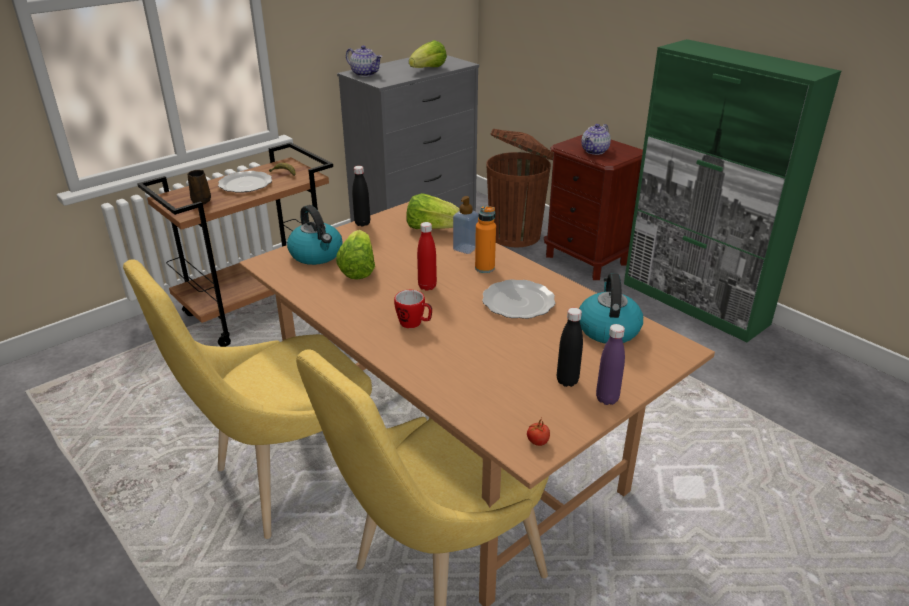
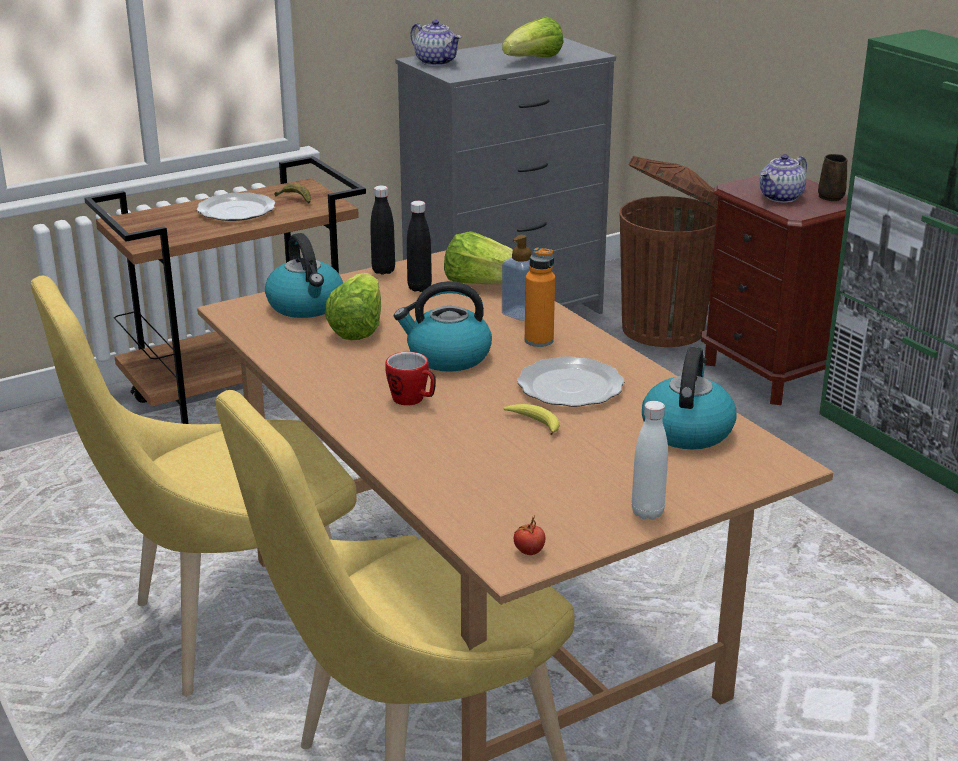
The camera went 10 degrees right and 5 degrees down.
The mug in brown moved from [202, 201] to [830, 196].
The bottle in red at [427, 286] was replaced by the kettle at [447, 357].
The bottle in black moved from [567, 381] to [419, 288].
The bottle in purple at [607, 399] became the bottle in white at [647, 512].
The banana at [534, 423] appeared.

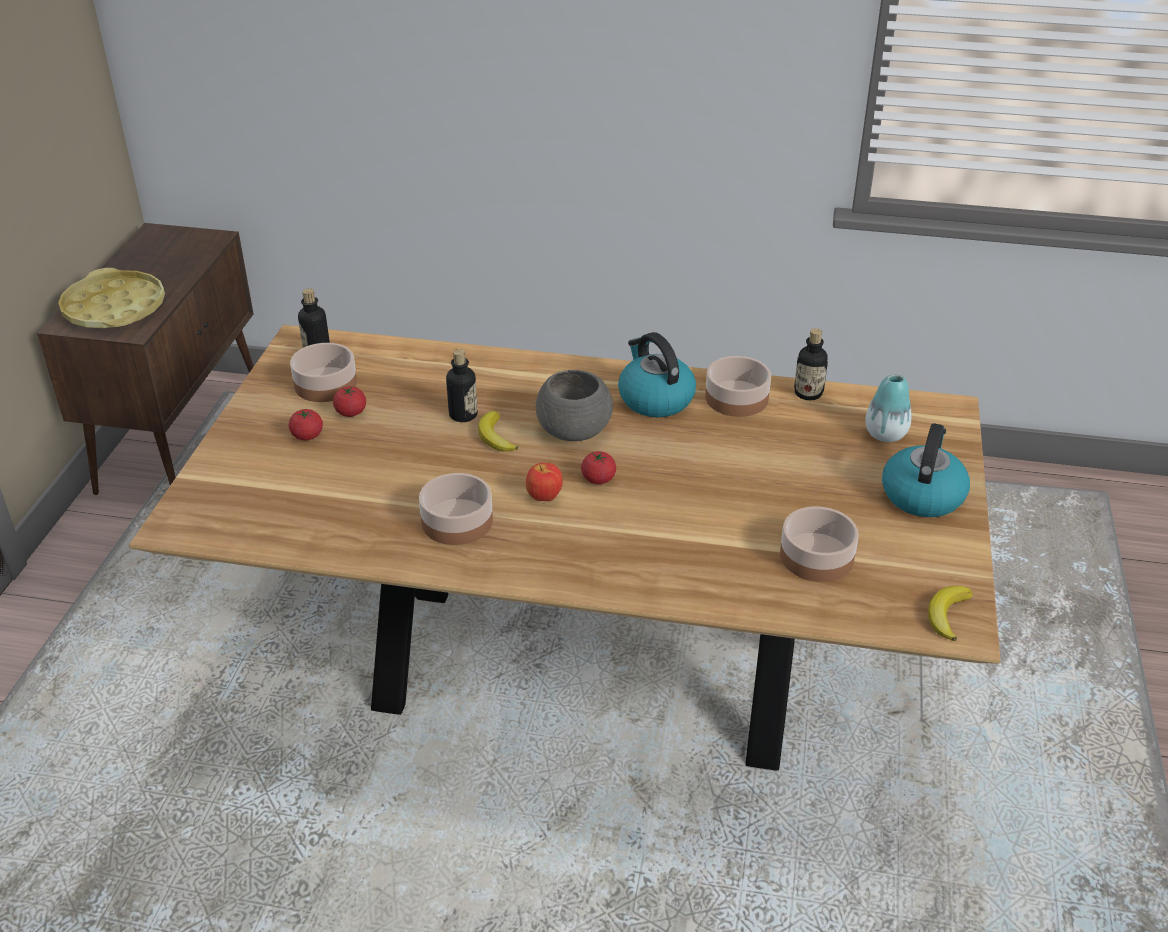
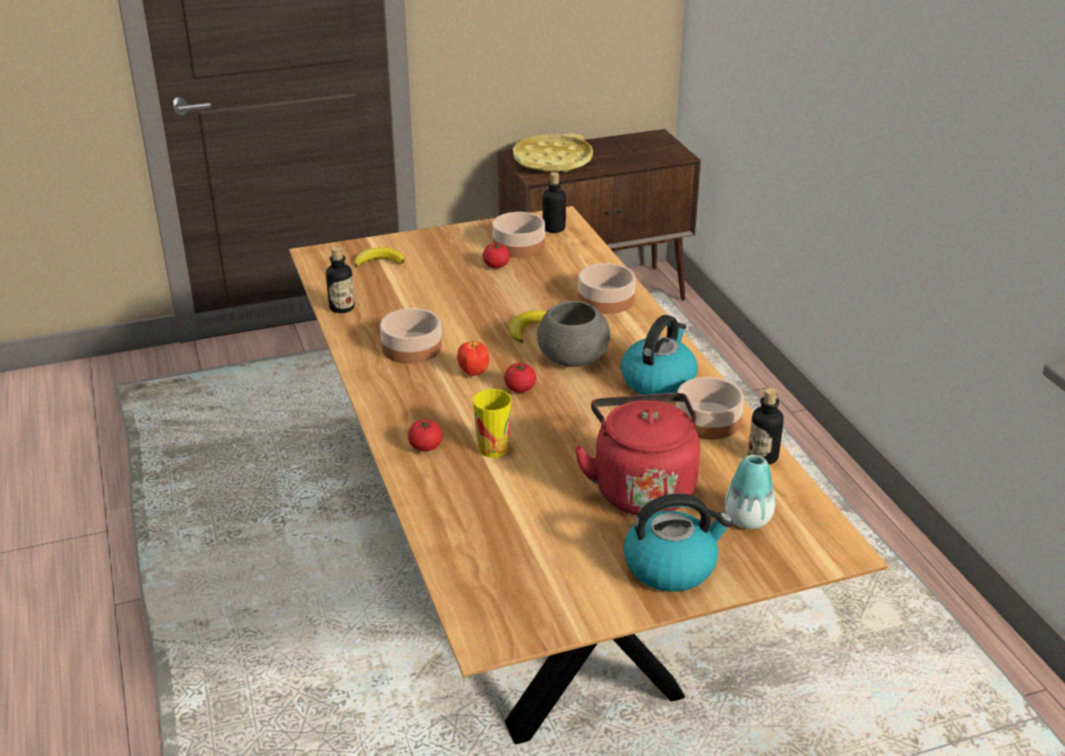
The camera went 60 degrees right and 5 degrees down.
The bottle moved from [463, 415] to [342, 307].
The tomato moved from [307, 436] to [425, 447].
The bowl moved from [816, 557] to [605, 300].
The banana moved from [947, 614] to [379, 261].
The cup at [493, 448] appeared.
The kettle in red at [641, 488] appeared.

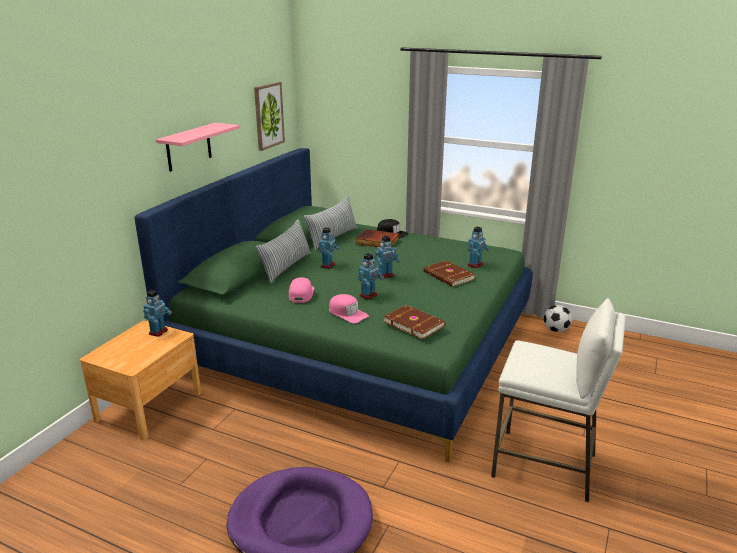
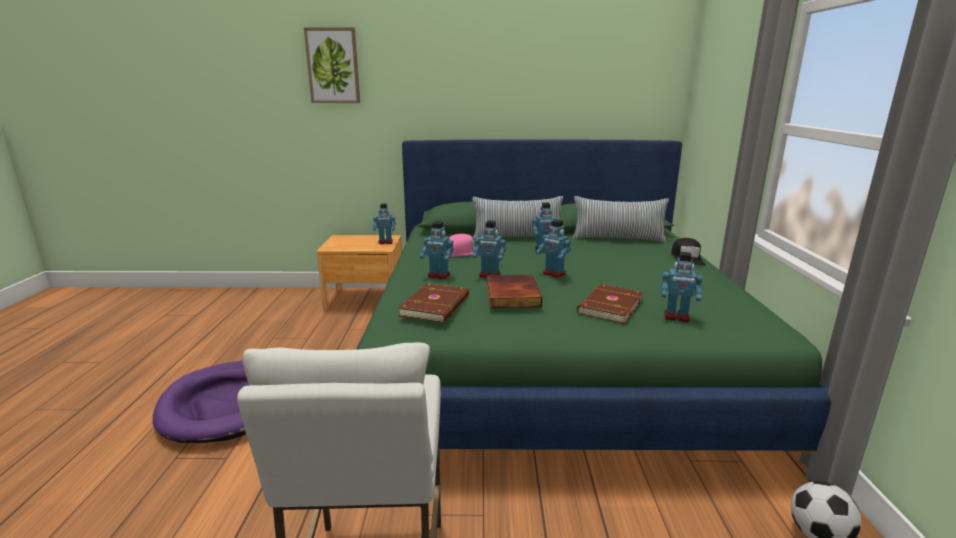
The camera went 65 degrees right and 5 degrees down.
The picture moved from [268, 115] to [333, 66].
The shelf in pink at [188, 147] disappeared.
The book moved from [376, 241] to [511, 295].
The cap in pink at [347, 313] was replaced by the toy robot at [438, 275].

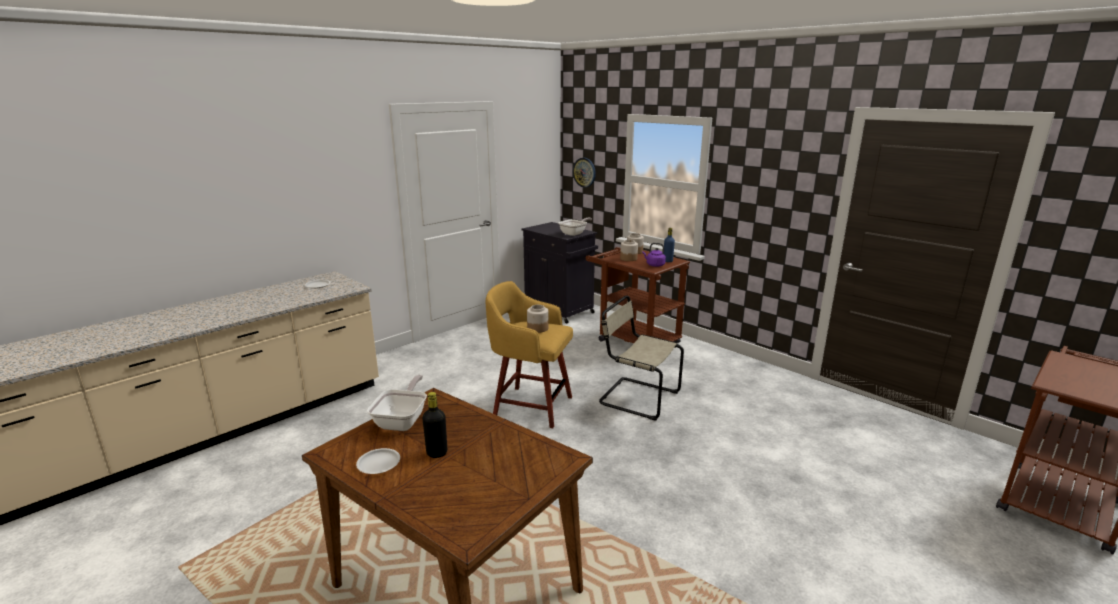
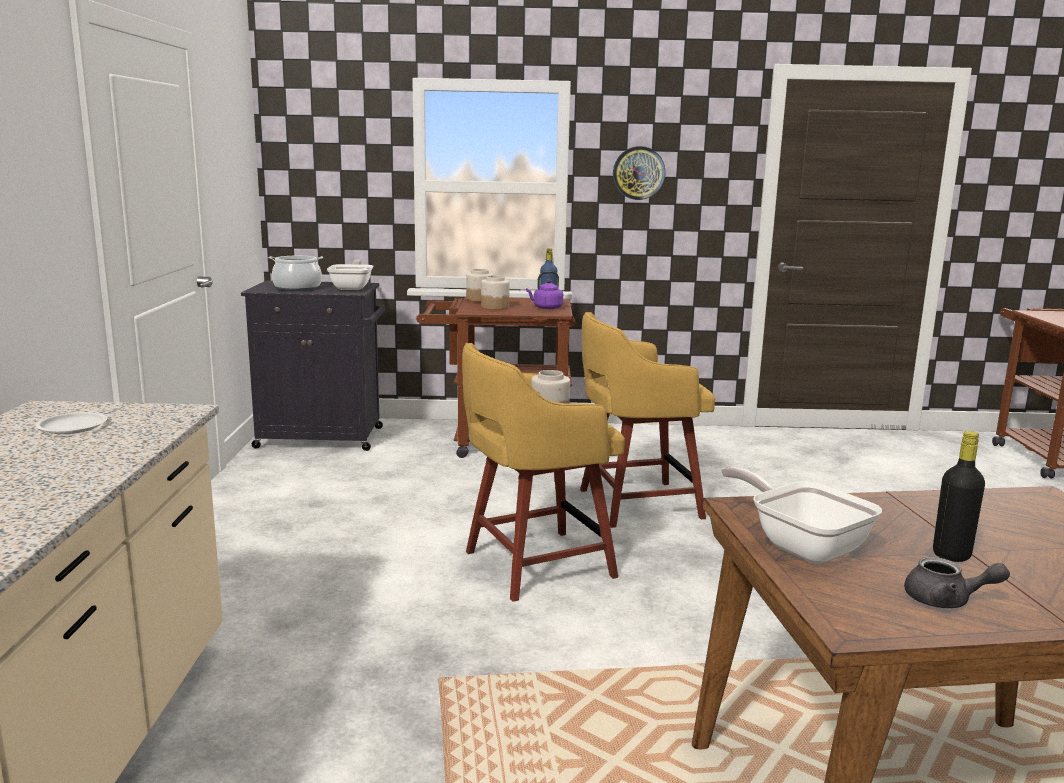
The camera went 45 degrees left and 5 degrees down.
The wall clock moved from [584, 172] to [638, 173].
The chair in beige at [636, 397] was replaced by the stool in yellow at [635, 504].
The plate in white at [379, 464] was replaced by the teapot in grey at [946, 601].
The cooking pot at [297, 288] appeared.

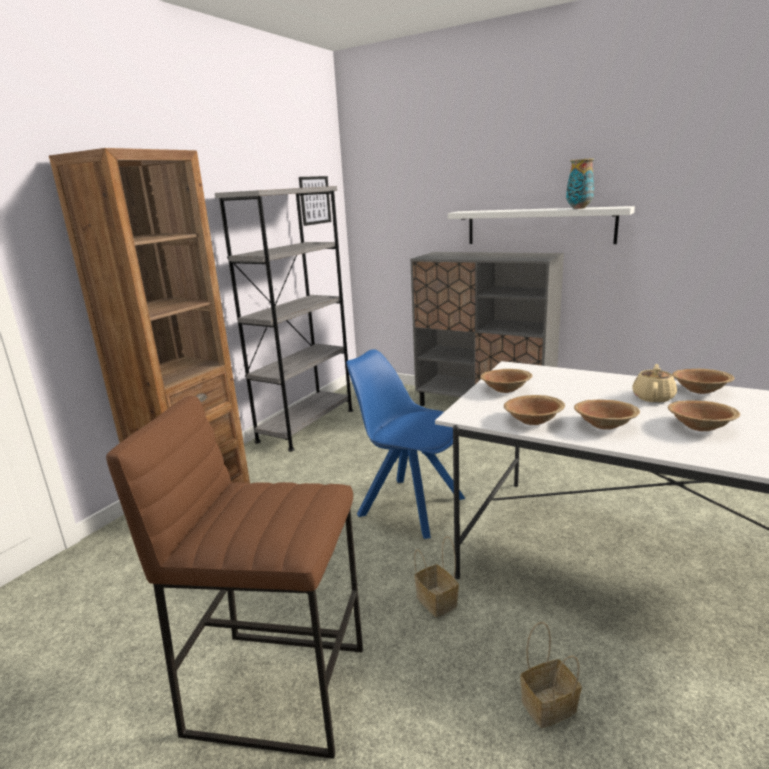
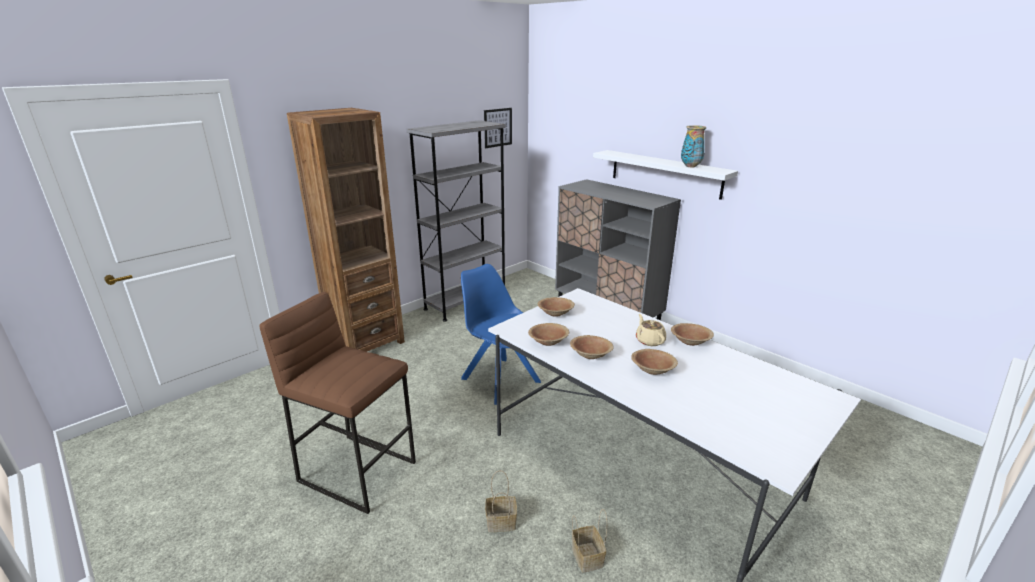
The camera went 15 degrees right and 5 degrees up.
The teapot in beige at [653, 397] turned 60 degrees counterclockwise.
The basket moved from [435, 601] to [586, 556].

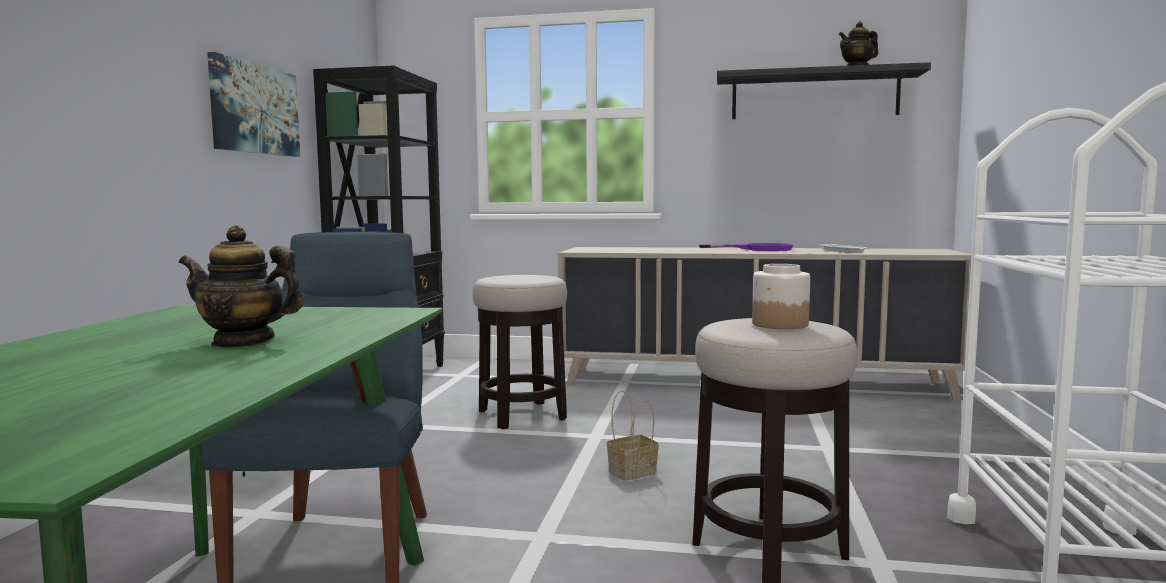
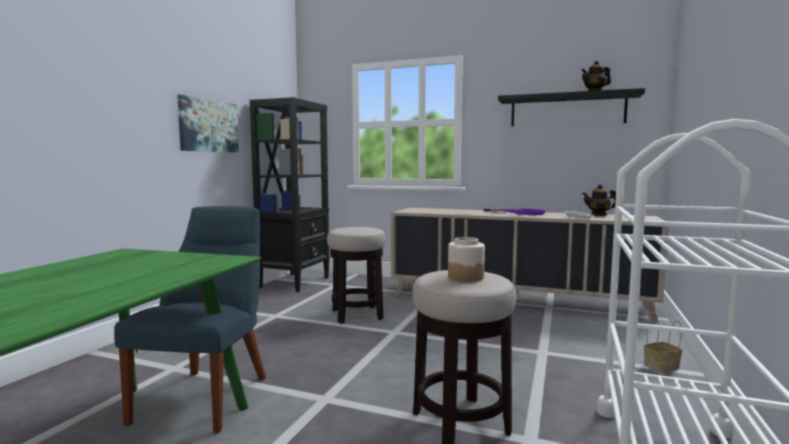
The camera went 10 degrees right and 0 degrees up.
The teapot moved from [243, 342] to [598, 215].
The basket moved from [633, 471] to [661, 366].

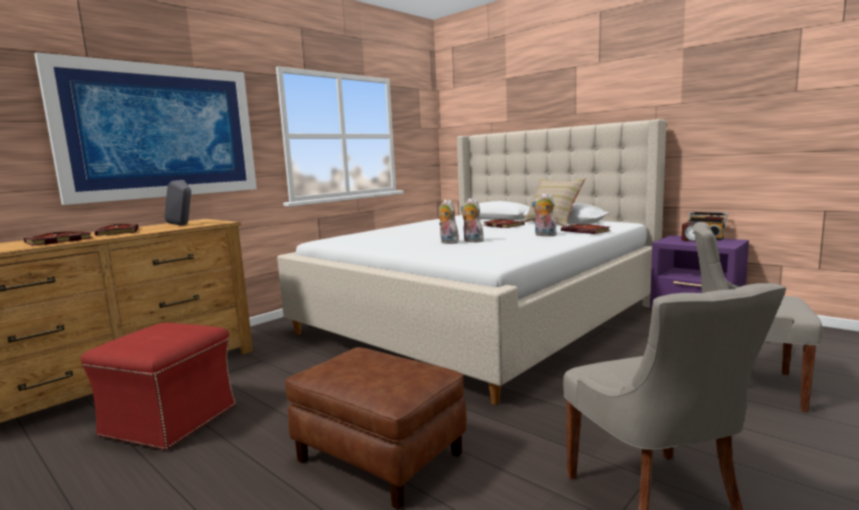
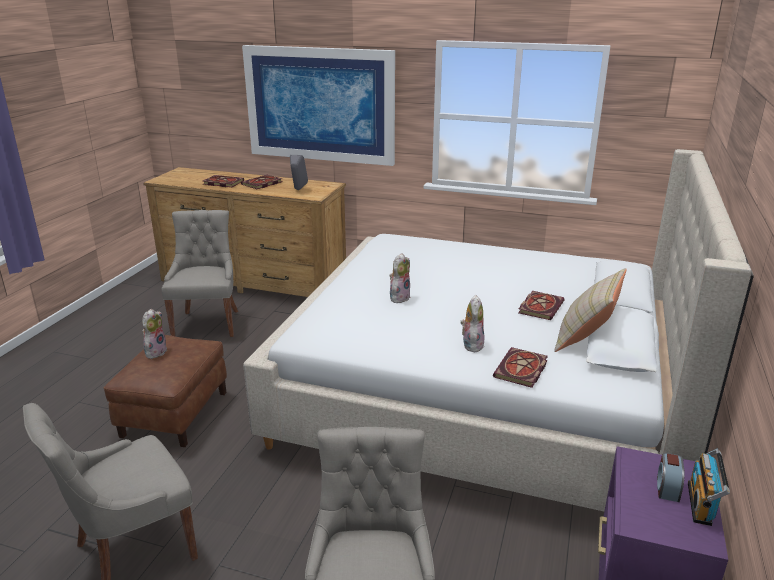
The camera went 65 degrees right and 15 degrees up.
The plush toy moved from [471, 241] to [155, 352].
The ottoman in red at [171, 420] was replaced by the chair in grey at [207, 323].

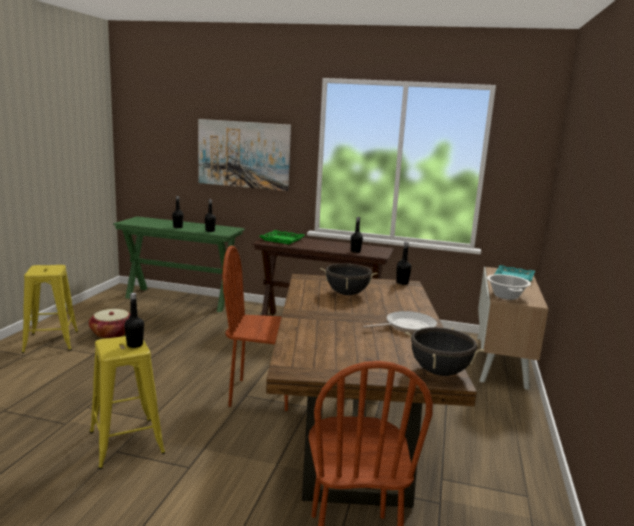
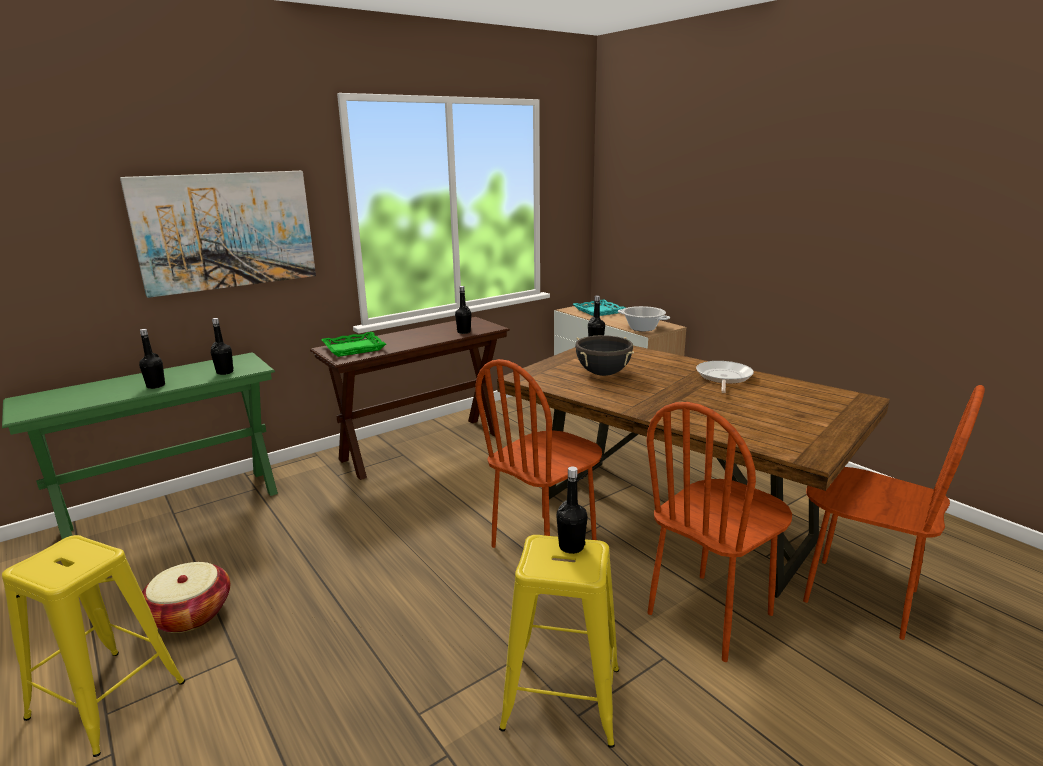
The camera went 50 degrees left and 5 degrees up.
The cooking pot in black at [439, 372] disappeared.
The chair in brown at [710, 614] appeared.

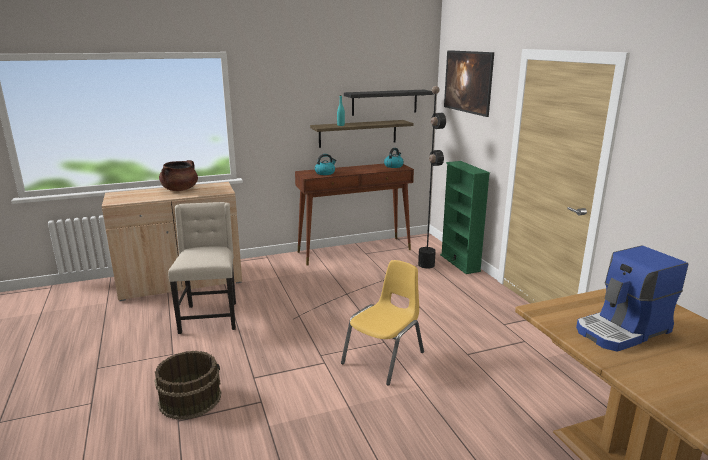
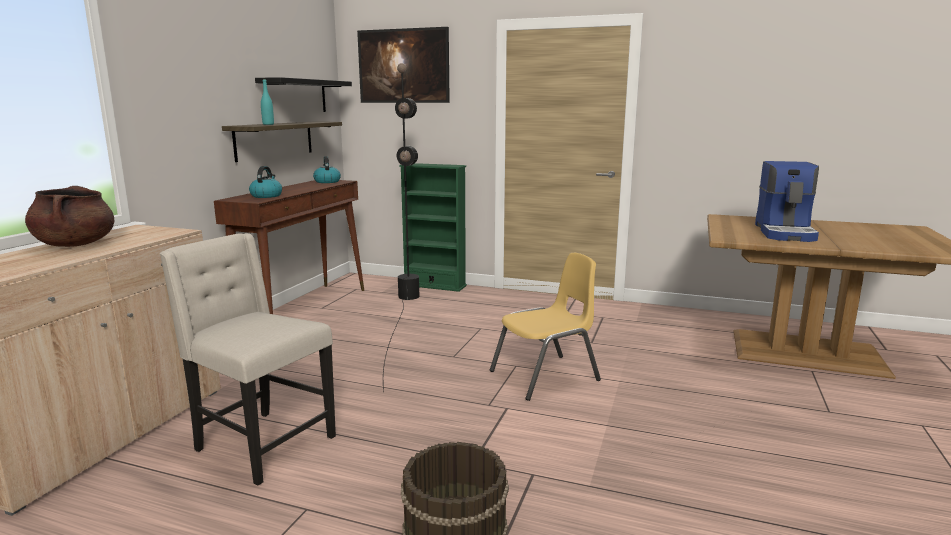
The camera went 50 degrees left and 5 degrees down.
The chair in yellow at [384, 358] turned 75 degrees clockwise.

